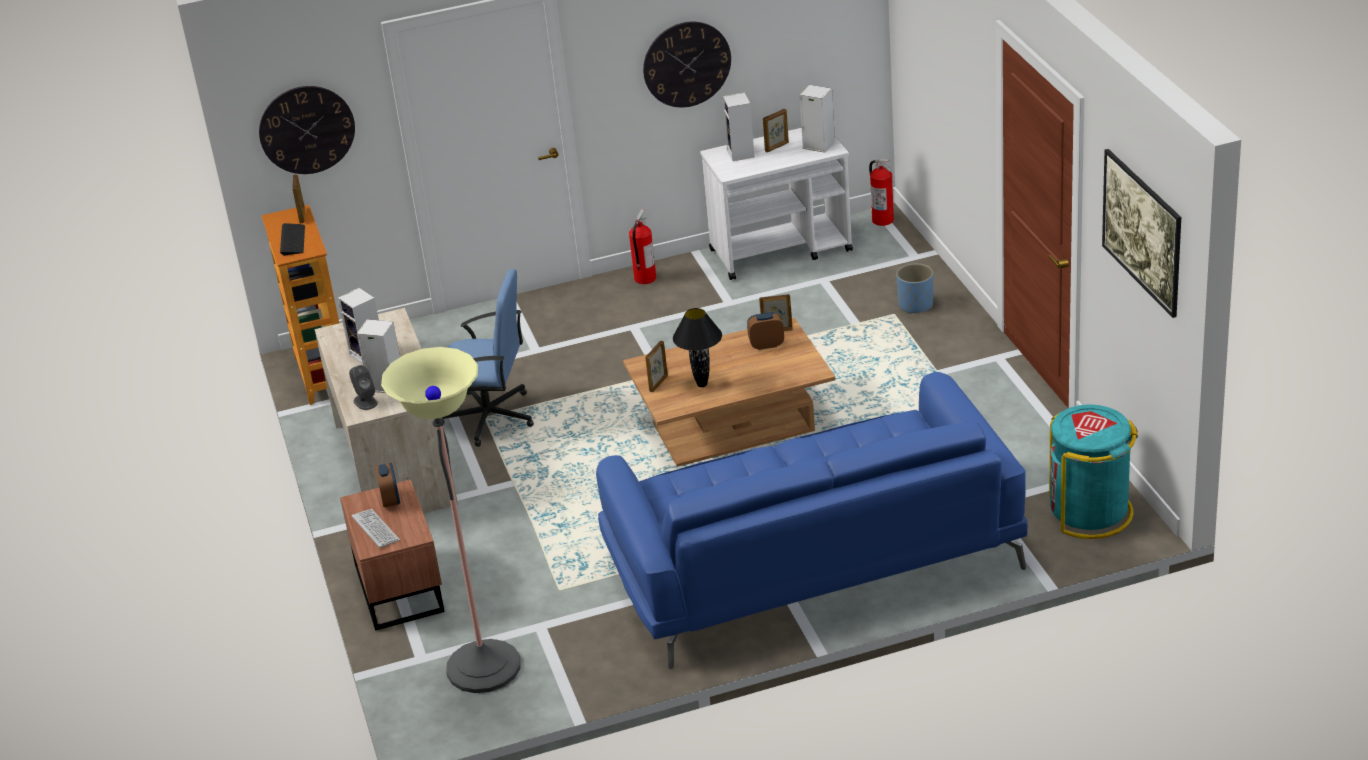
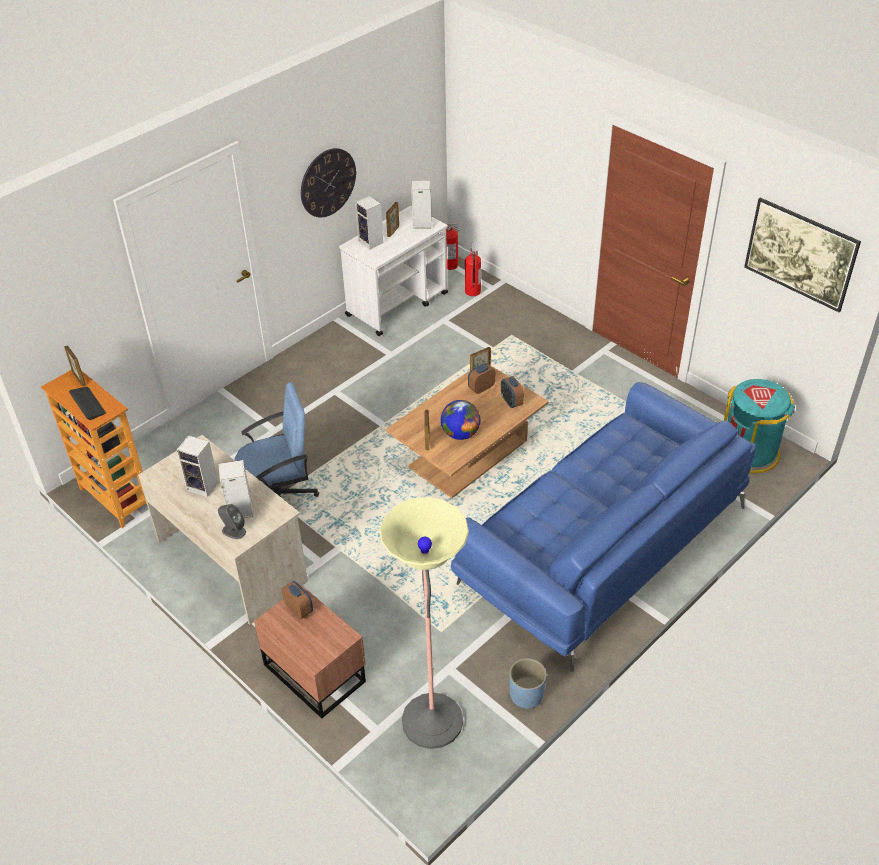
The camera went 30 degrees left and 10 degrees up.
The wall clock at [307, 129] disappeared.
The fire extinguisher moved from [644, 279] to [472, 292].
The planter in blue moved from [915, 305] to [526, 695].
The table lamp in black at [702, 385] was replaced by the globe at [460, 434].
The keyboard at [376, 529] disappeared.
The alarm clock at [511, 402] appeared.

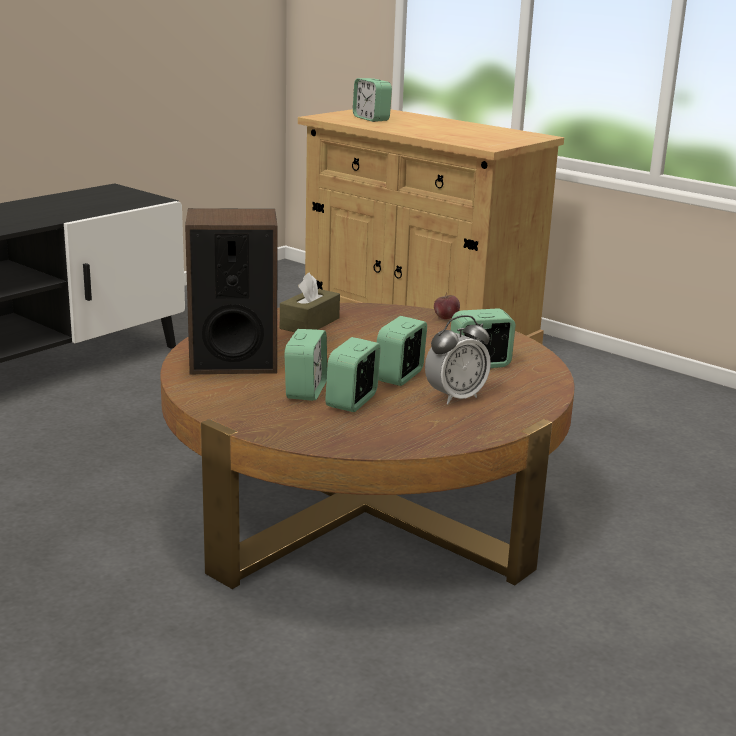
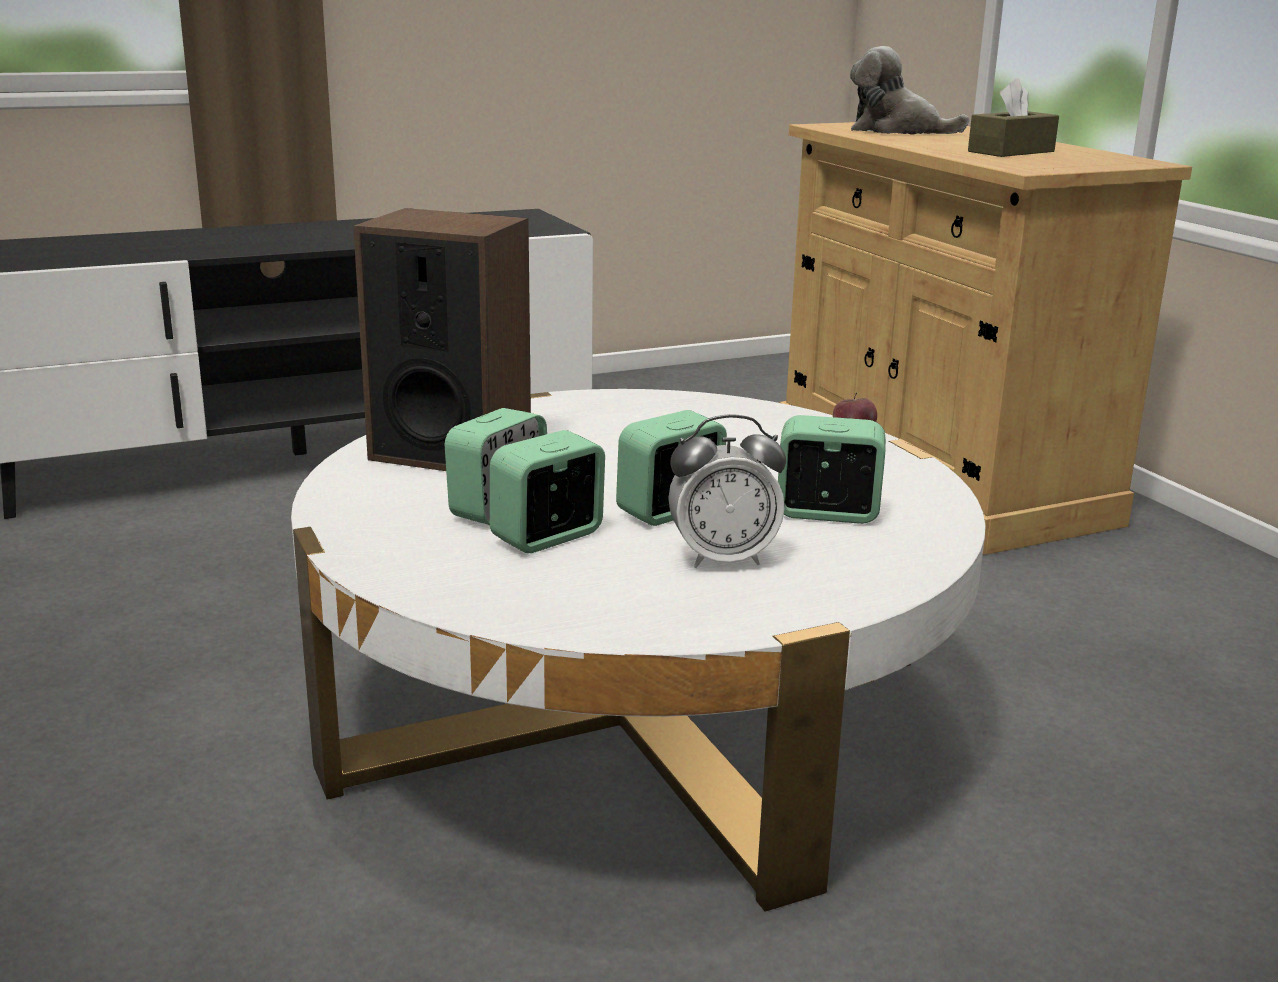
The camera went 25 degrees right and 0 degrees up.
The alarm clock at [371, 119] was replaced by the plush toy at [897, 131].
The tissue box in brown moved from [309, 323] to [1011, 151].
The coffee table in brown at [363, 504] became the coffee table in white at [634, 712].

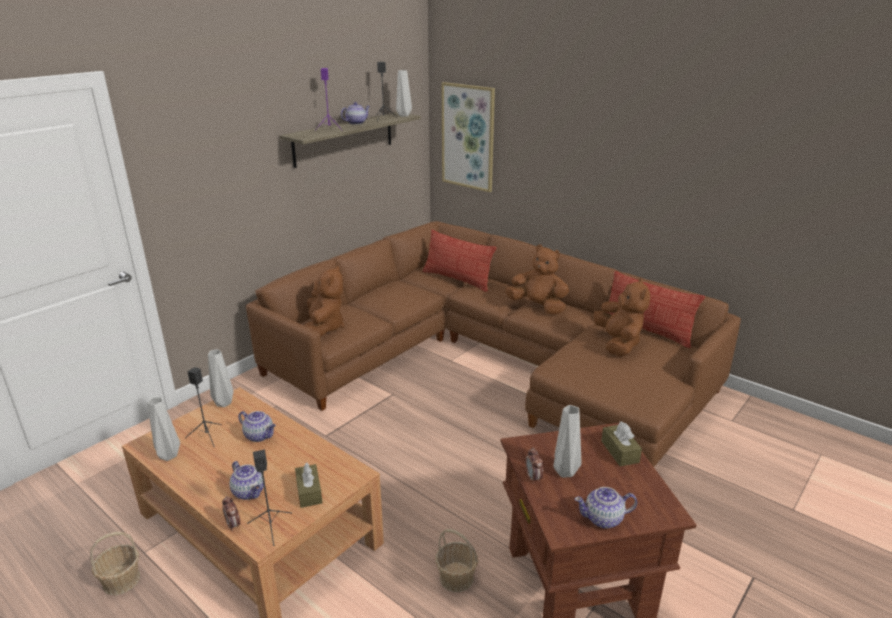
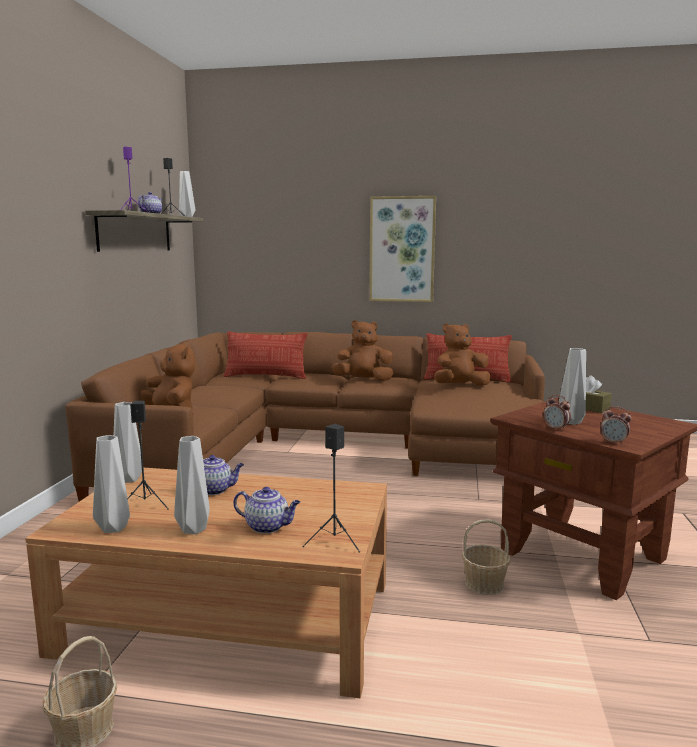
The camera went 30 degrees left and 15 degrees down.
The picture moved from [468, 137] to [402, 249].
The plush toy in brown at [618, 344] turned 75 degrees counterclockwise.
The tissue box in brown at [309, 492] disappeared.
The teapot at [604, 519] disappeared.
The alarm clock moved from [233, 525] to [613, 443].
The vase in grey at [192, 529] appeared.

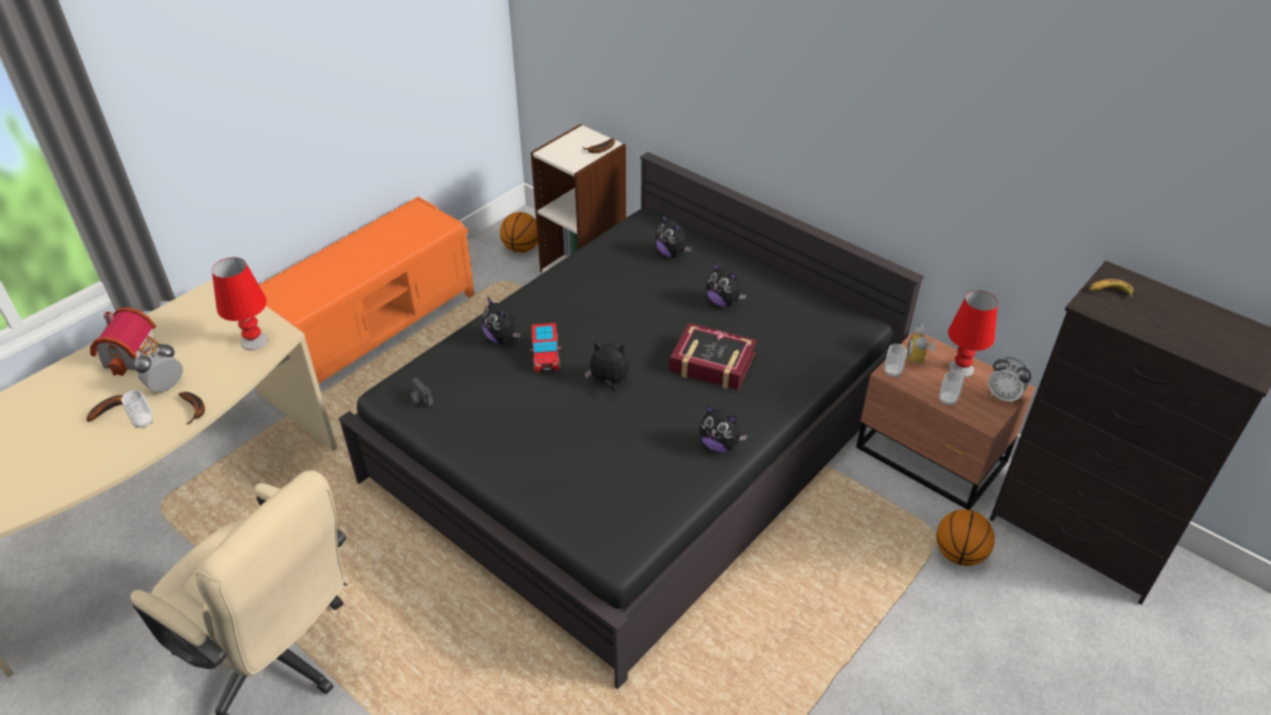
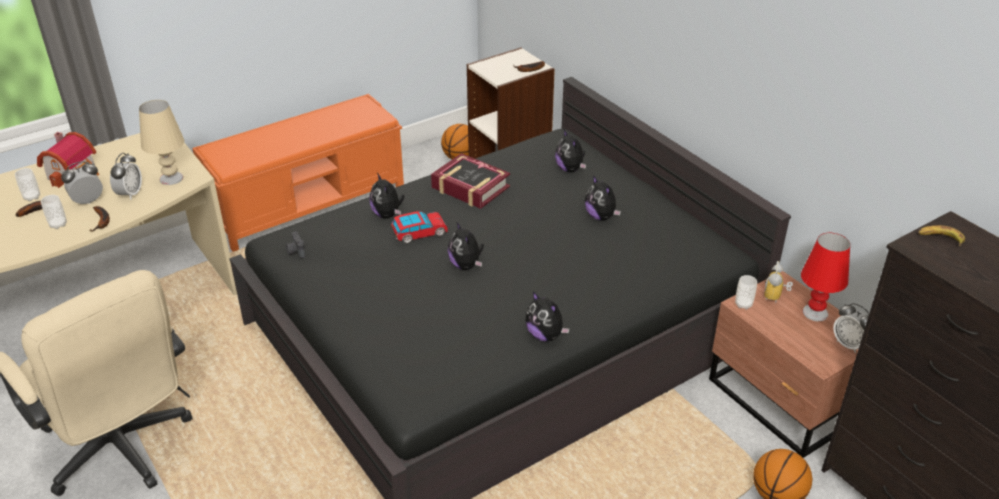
The camera went 15 degrees right and 5 degrees down.
The table lamp in red at [254, 341] became the table lamp in beige at [171, 178].
The toy car at [546, 354] turned 120 degrees counterclockwise.
The book moved from [712, 363] to [470, 187].
The plush toy at [609, 382] turned 135 degrees counterclockwise.
The cup moved from [947, 400] to [32, 197].
The alarm clock at [130, 194] appeared.

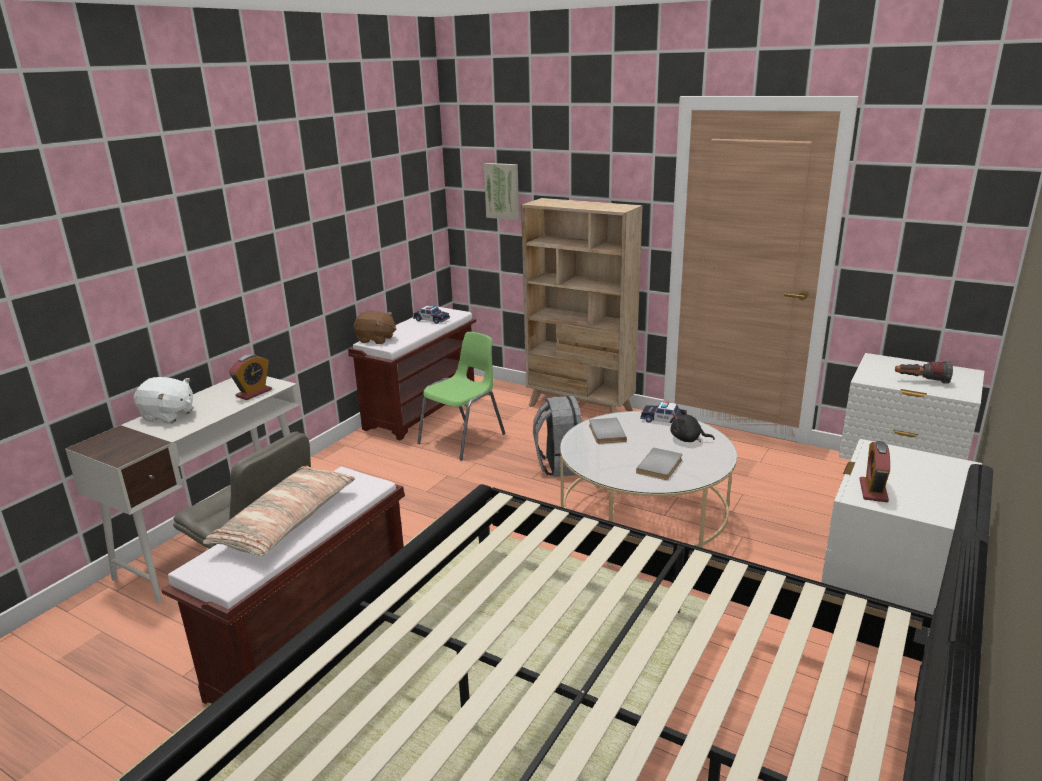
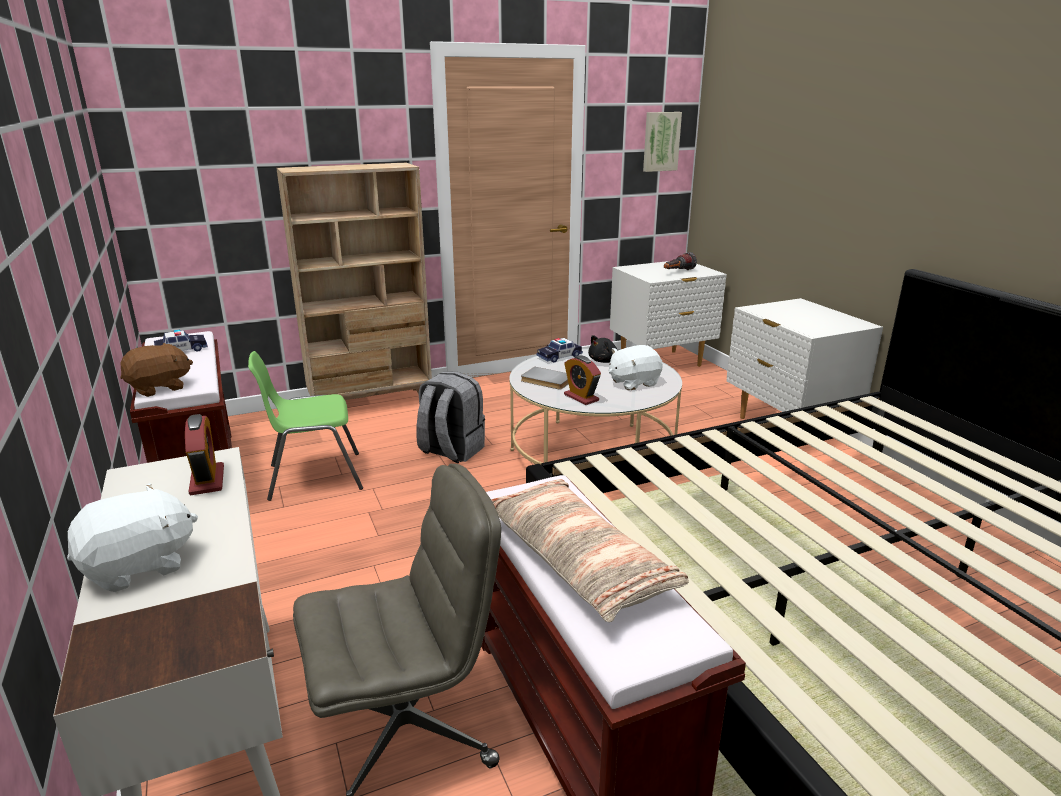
The camera went 55 degrees left and 0 degrees up.
The picture moved from [503, 191] to [660, 141].
The chair in green at [464, 439] turned 90 degrees counterclockwise.
The alarm clock moved from [873, 491] to [581, 397].
The book in grey at [661, 466] was replaced by the plush toy in white at [633, 382].

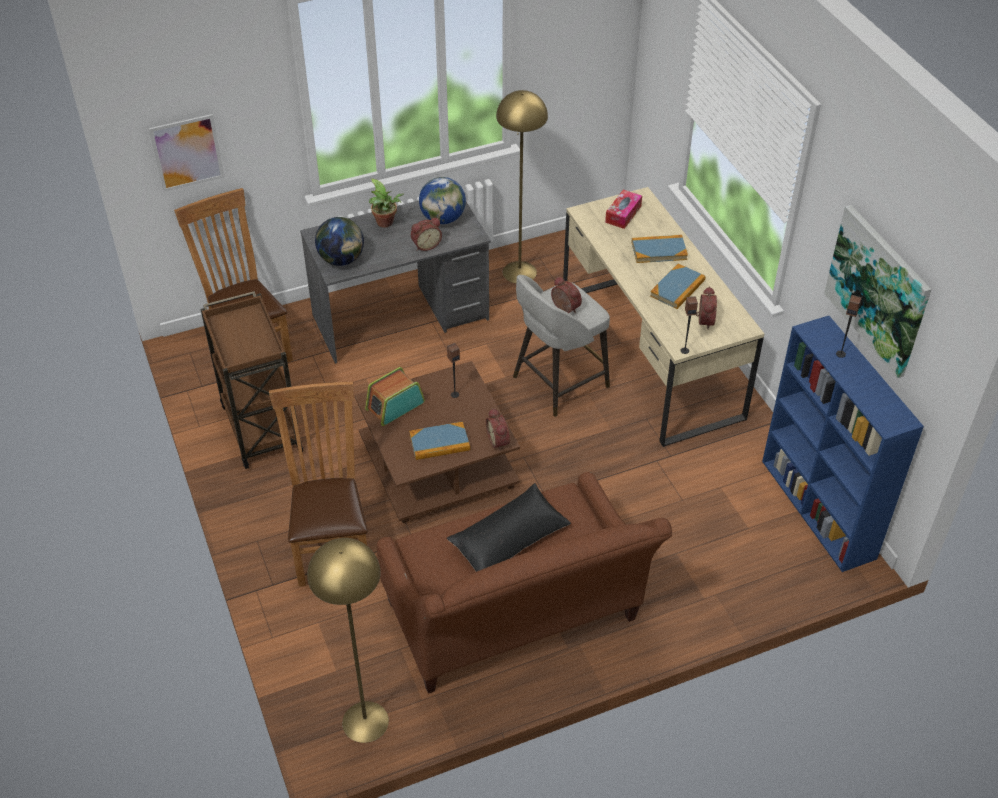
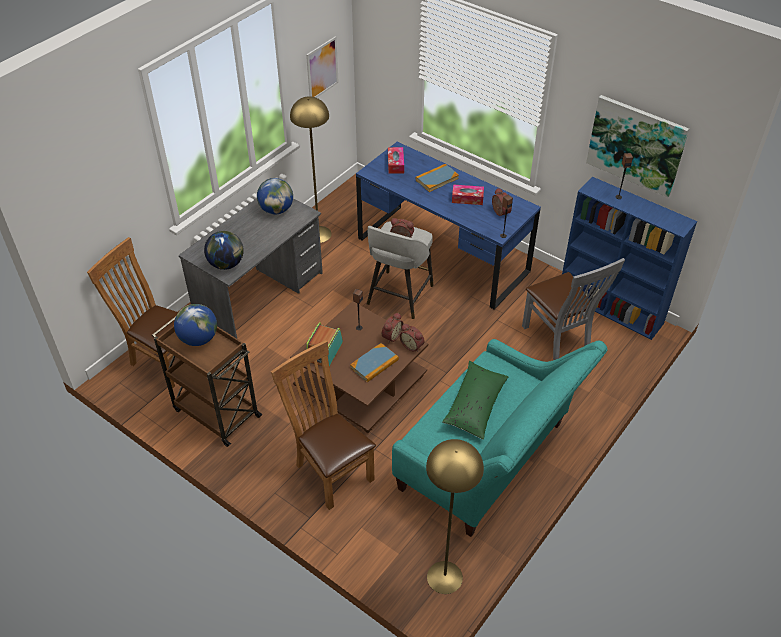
The camera went 30 degrees left and 0 degrees up.
The picture moved from [187, 152] to [322, 68].
The potted plant at [386, 223] disappeared.
The desk in beige at [650, 354] became the desk in blue at [442, 255].
The alarm clock moved from [426, 245] to [391, 336].
The book at [677, 288] was replaced by the tissue box at [467, 198].
The sofa in brown at [516, 621] became the sofa in turquoise at [490, 461].
The pillow in black at [509, 539] became the pillow in green at [475, 405].
The chair in grey at [559, 339] appeared.
The globe at [199, 339] appeared.

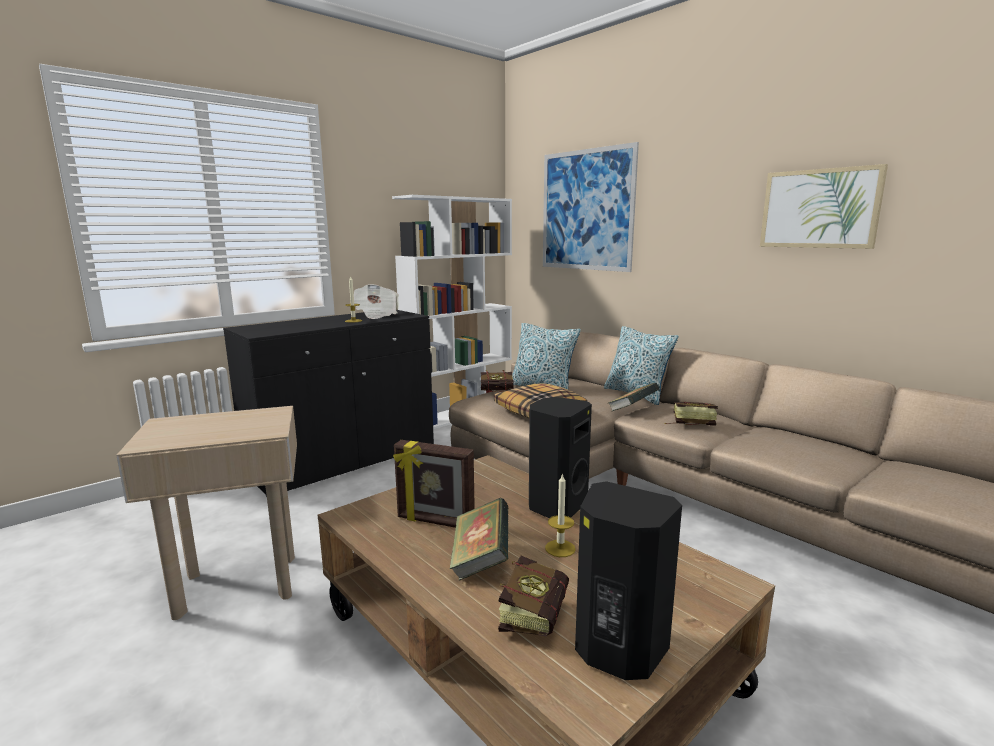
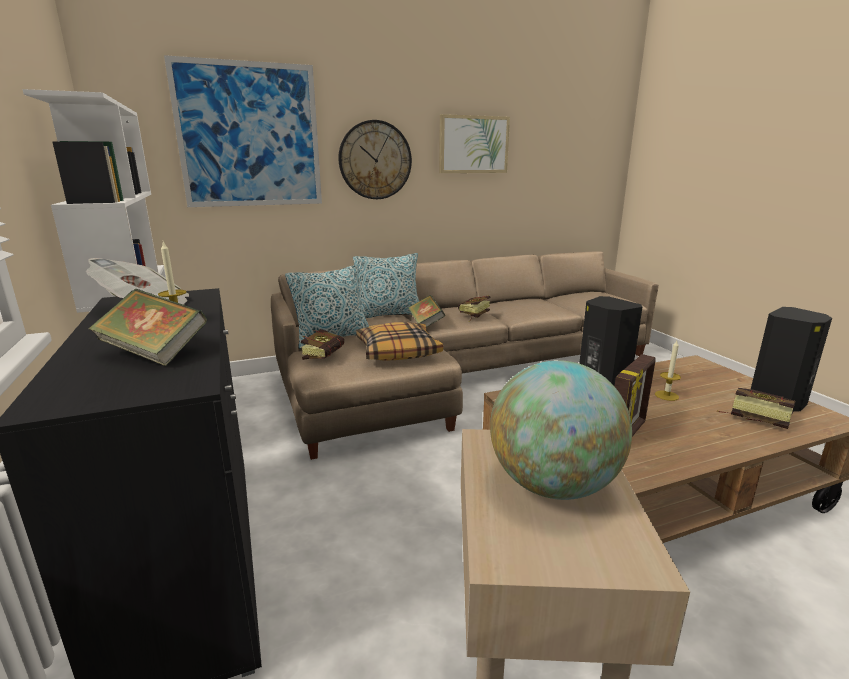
The camera went 70 degrees left and 5 degrees up.
The book moved from [480, 560] to [154, 353].
The wall clock at [375, 160] appeared.
The globe at [552, 485] appeared.

